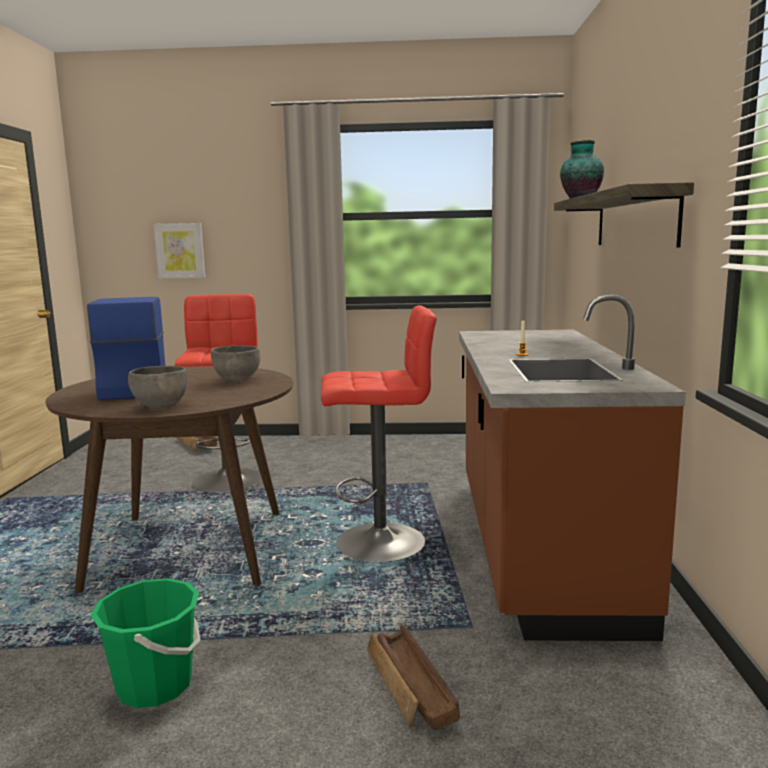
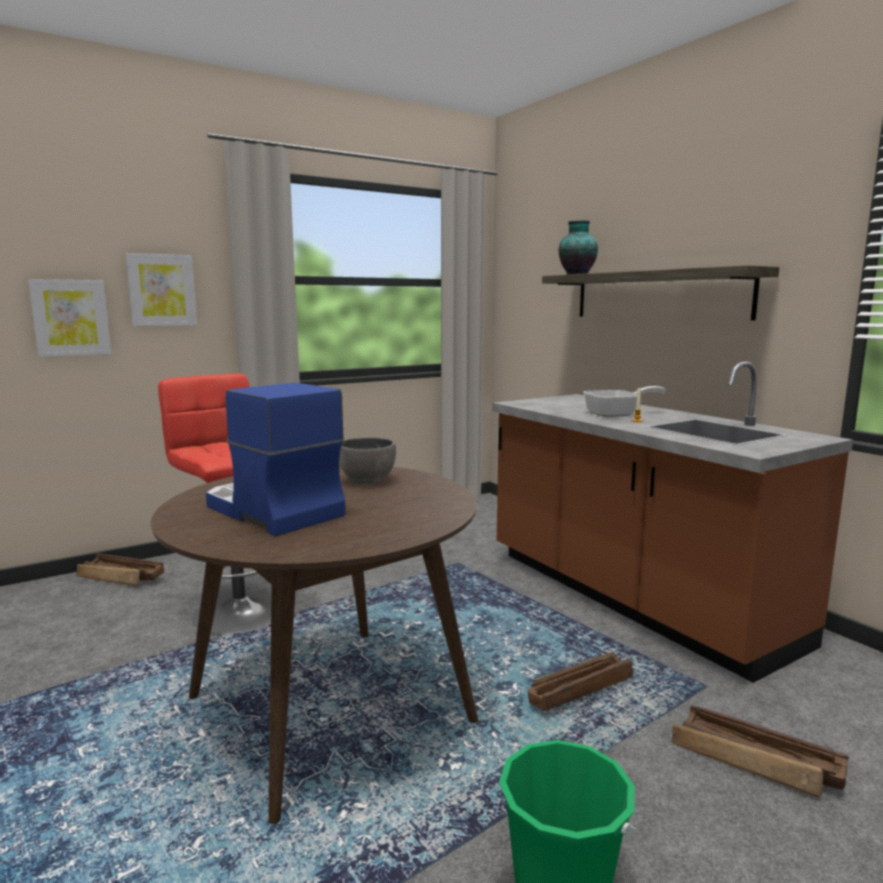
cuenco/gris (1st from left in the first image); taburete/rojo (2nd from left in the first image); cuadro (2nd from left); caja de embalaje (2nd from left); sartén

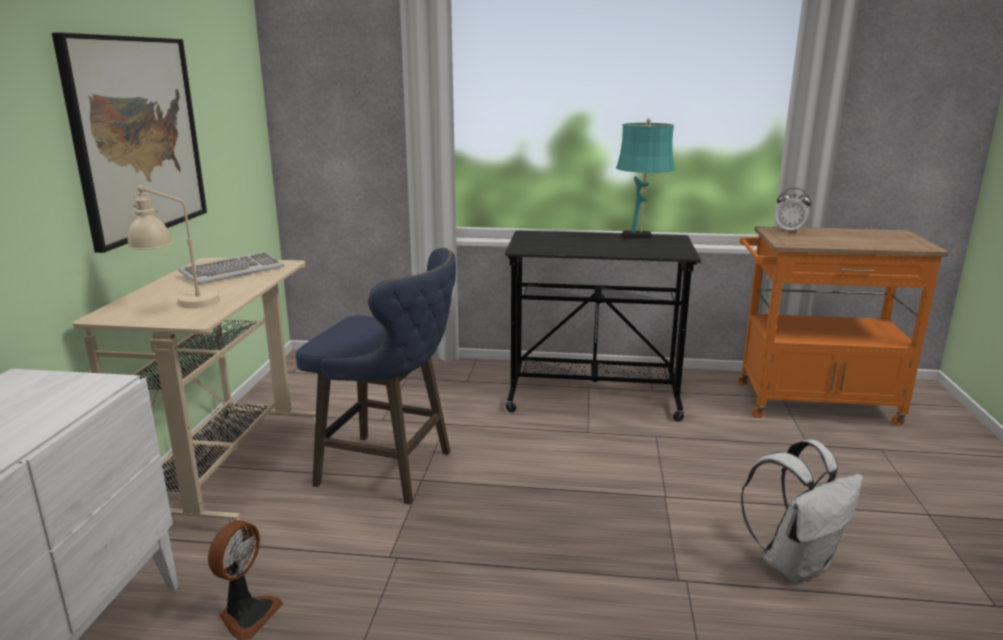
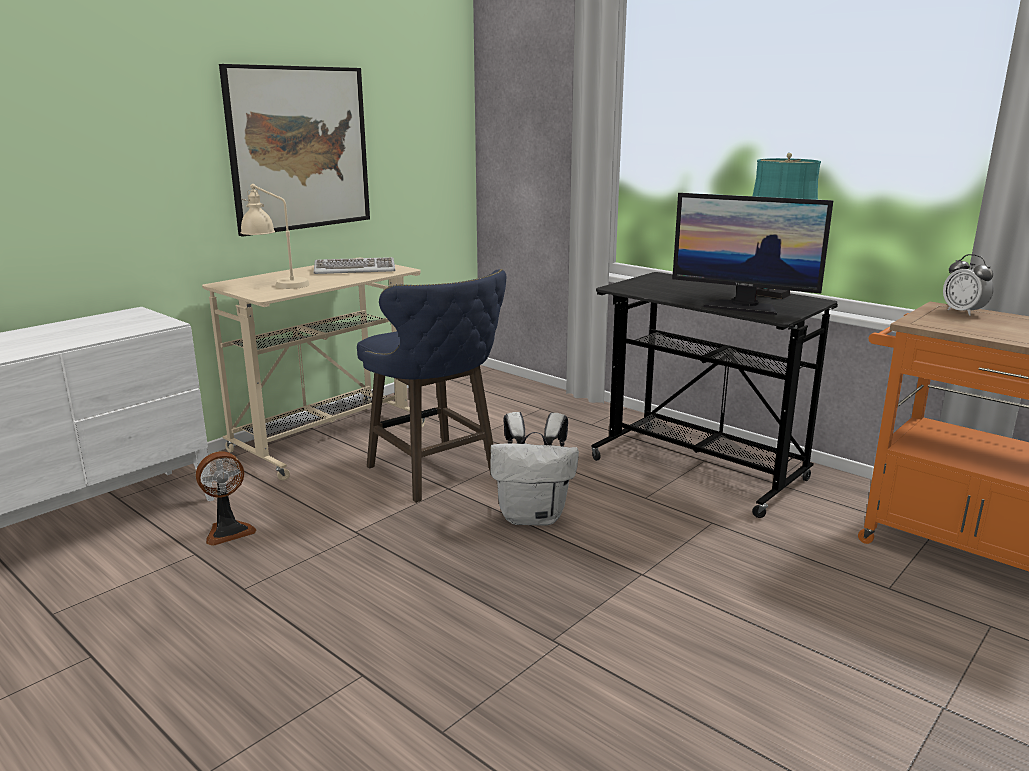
monitor; mochila/blanco

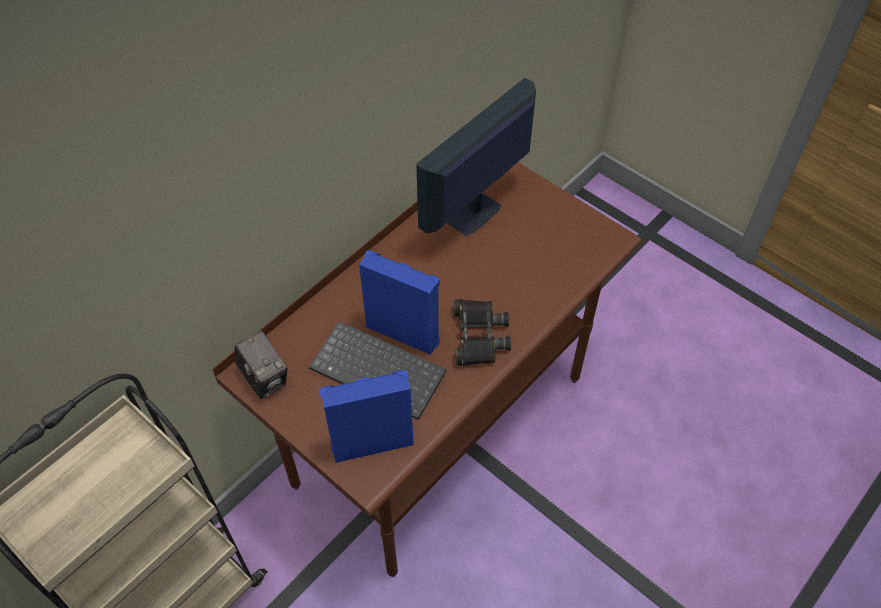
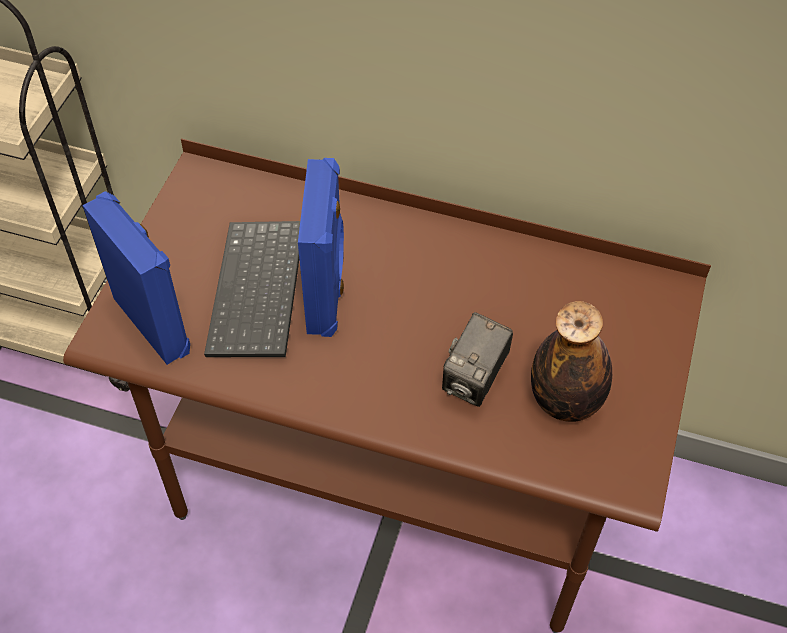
monitor; prismáticos/negro; botella; cámara

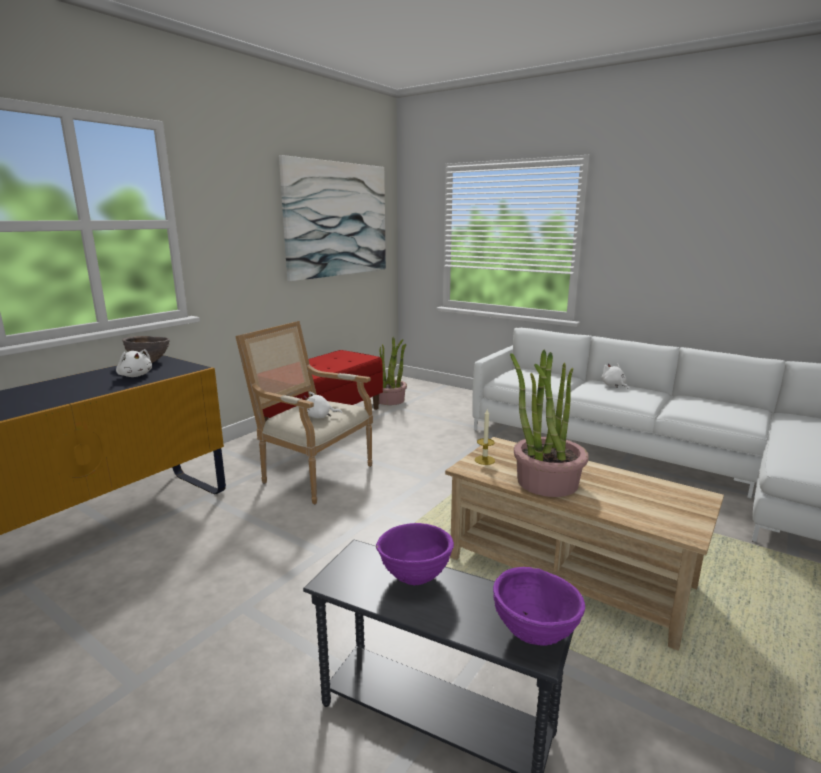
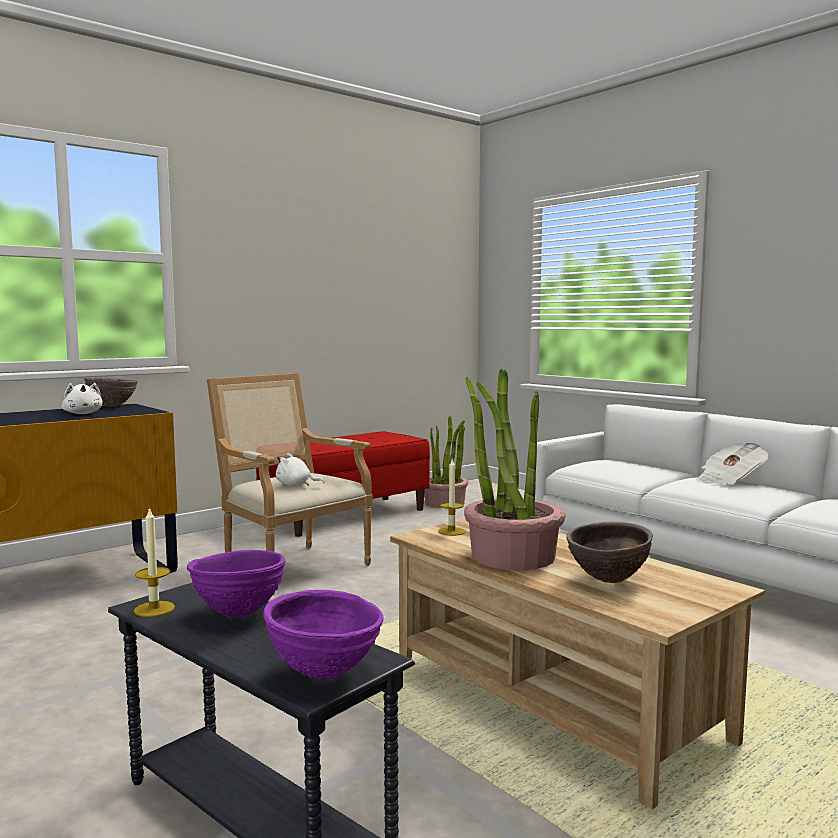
cuadro; vela (1st from left); cuenco/marrón (2nd from left); periódico

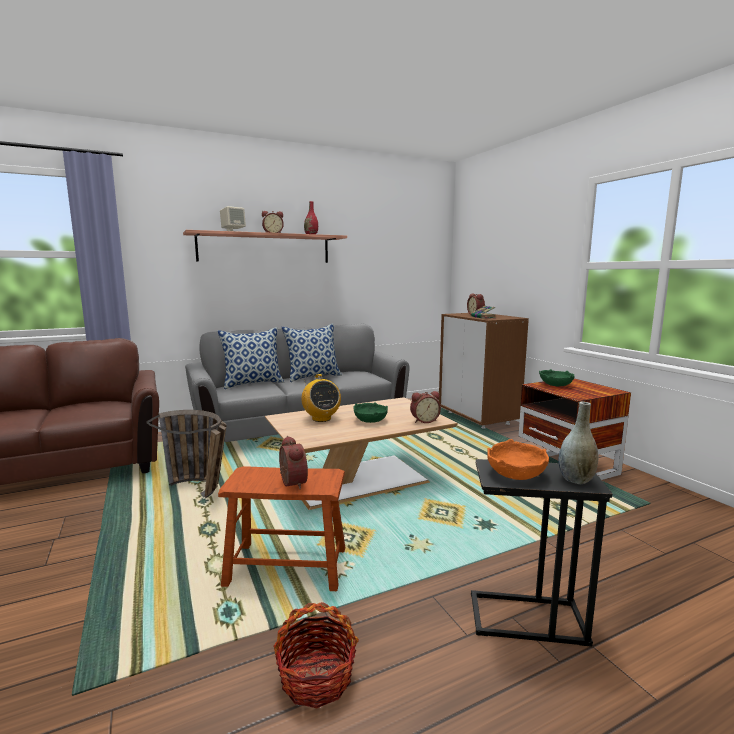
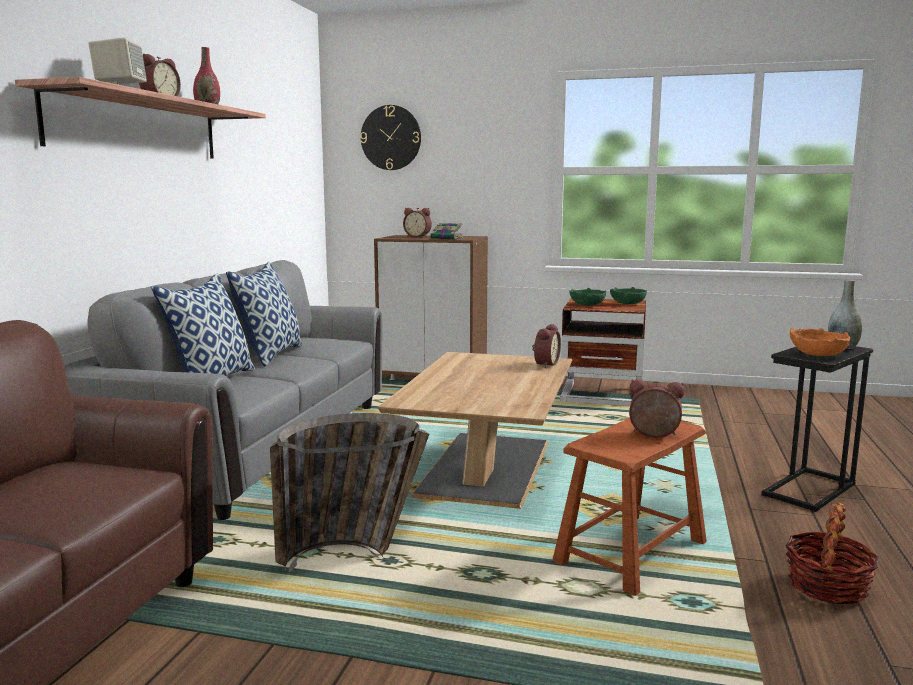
radio; reloj de pared; cuenco/verde (2nd from left)

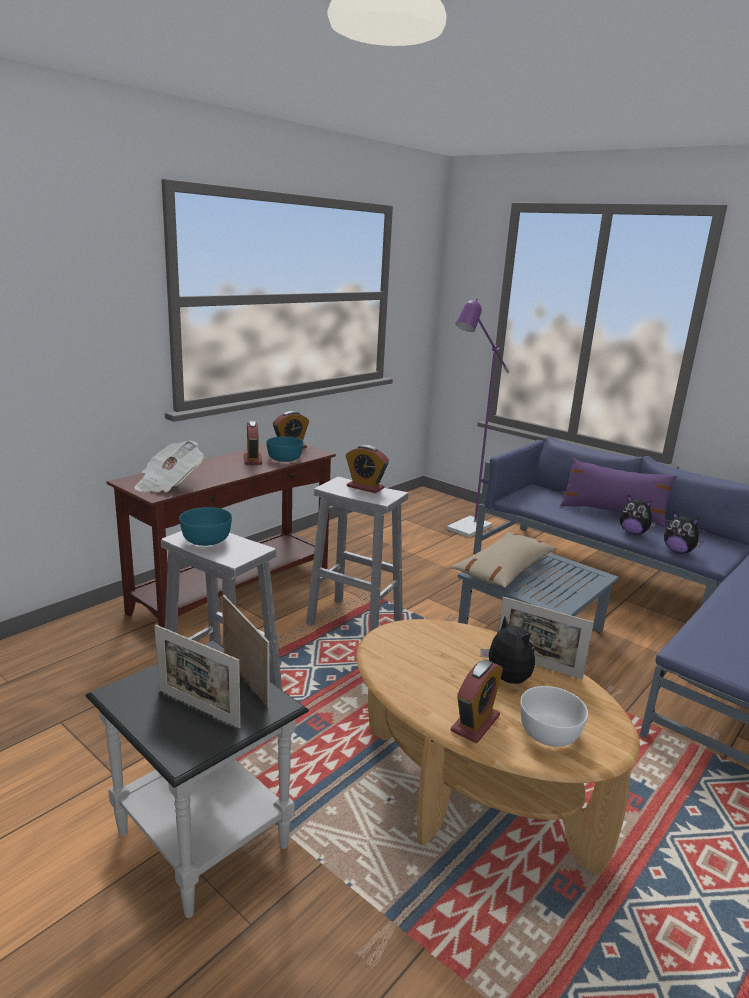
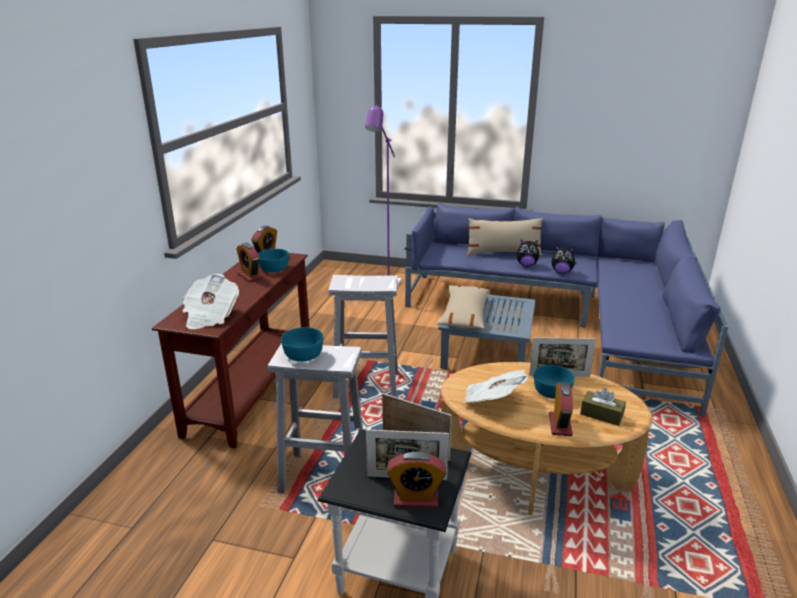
periódico (2nd from left); despertador (3rd from left); cuenco/turquesa (3rd from left); caja de pañuelos/marrón; cojín/beis (2nd from left)

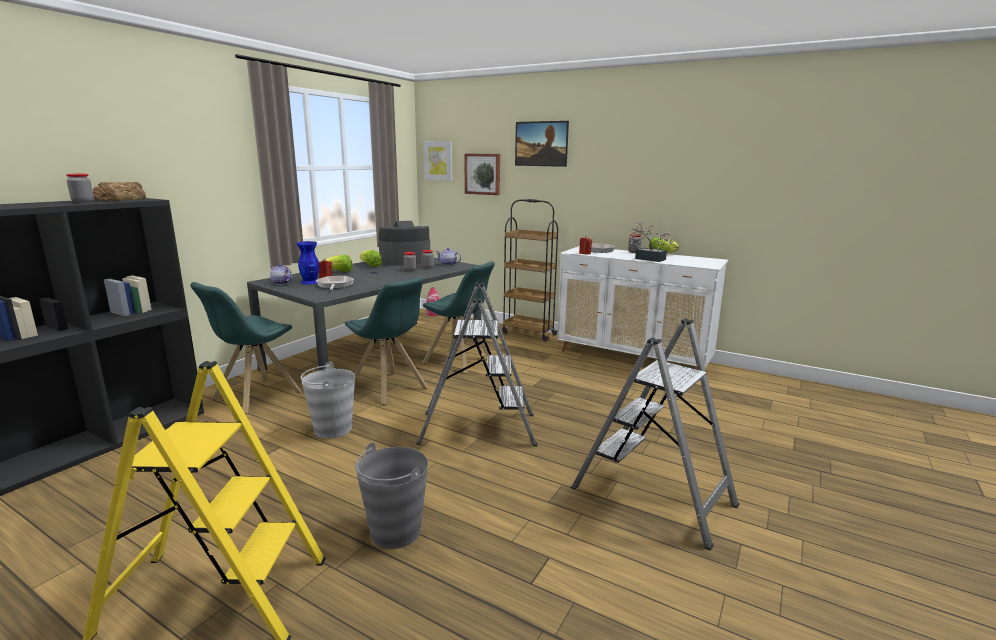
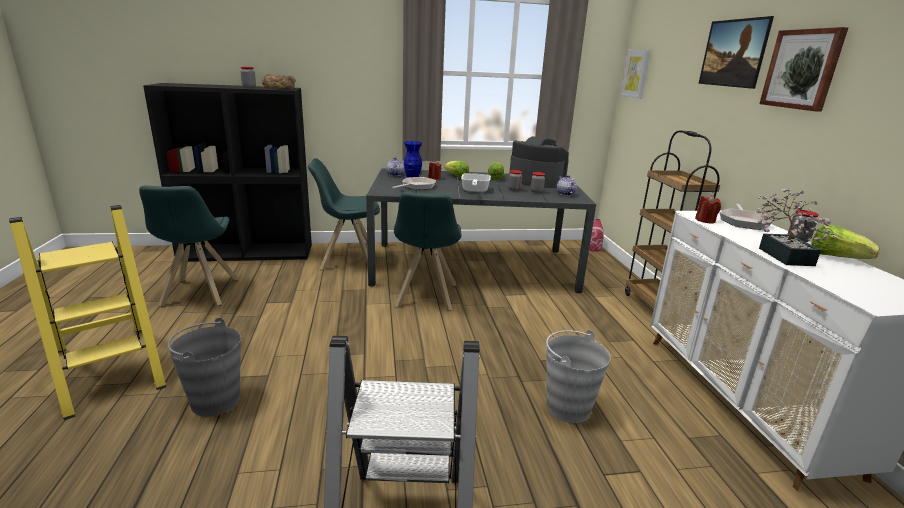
escalera de tijera/gris (1st from left in the first image); sartén (2nd from left); cubo/gris (2nd from left); silla/turquesa (1st from left); cuadro (3rd from left)

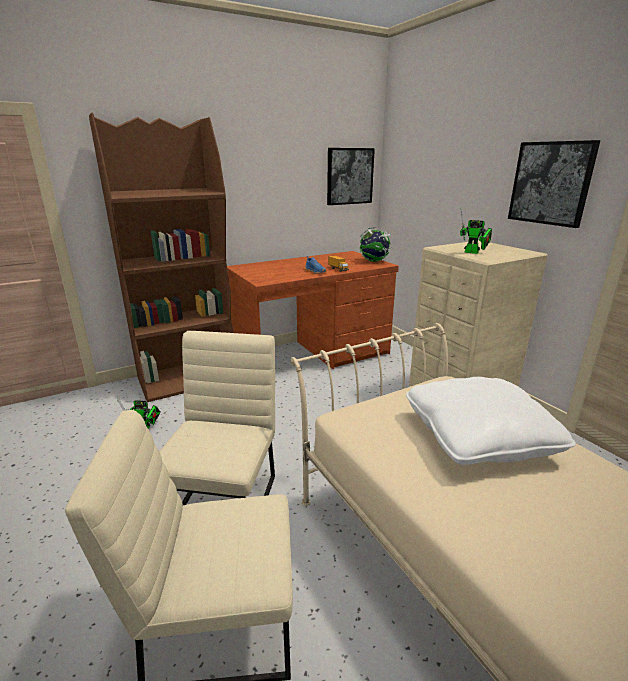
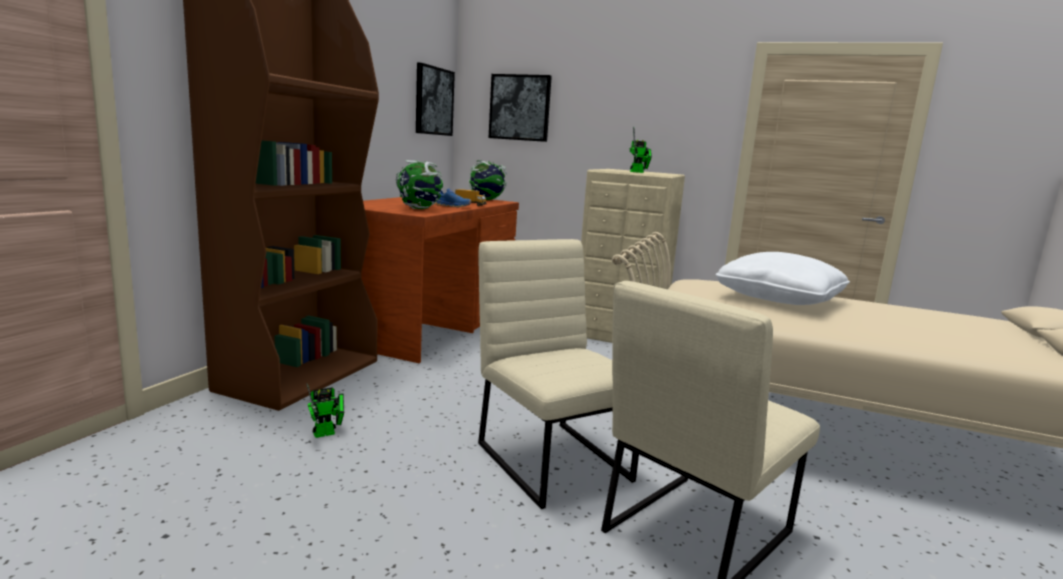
globo terráqueo (1st from left); cuadro (2nd from left)

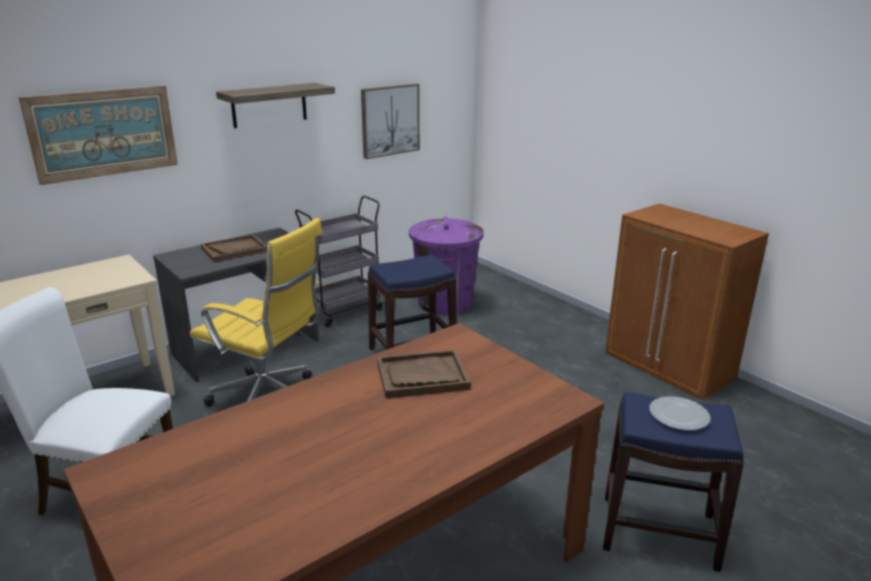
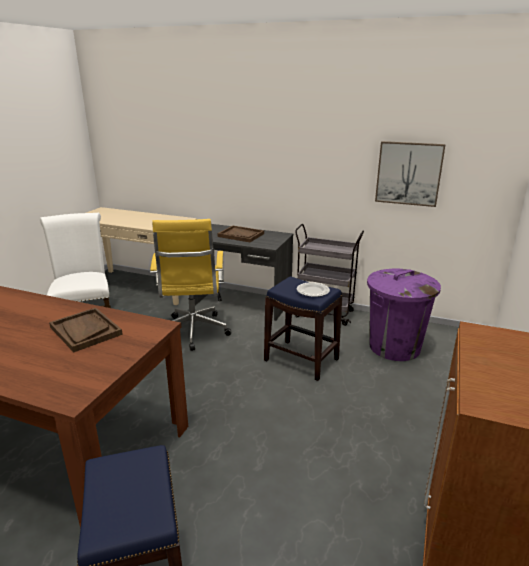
cuadro (1st from left in the first image); estante; plato

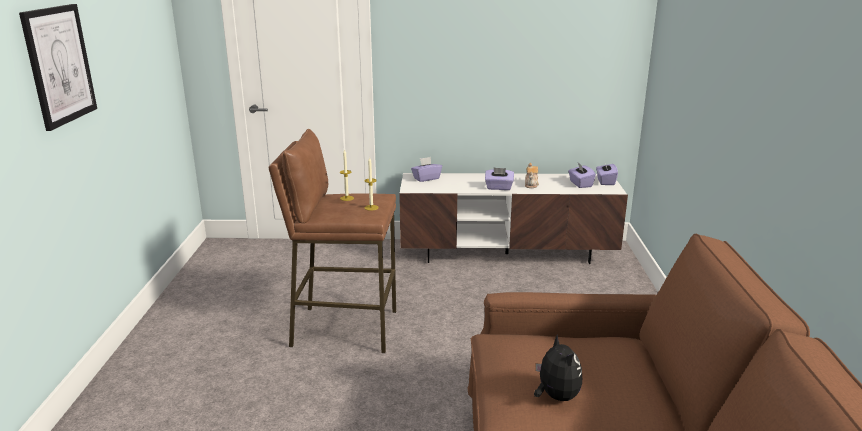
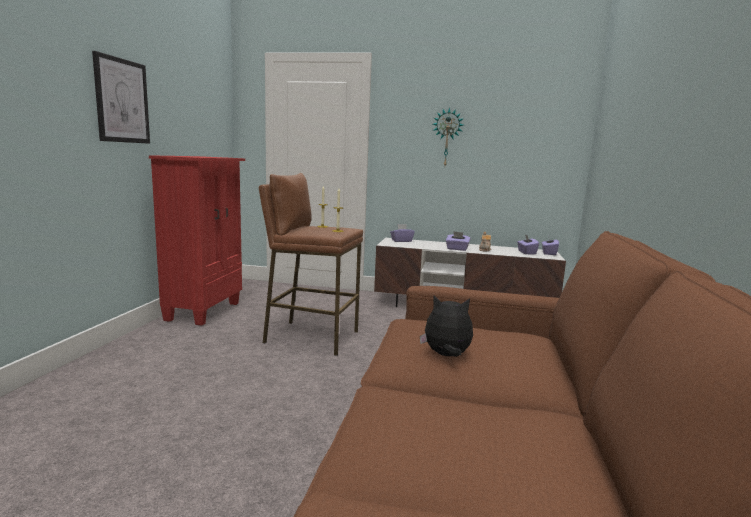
armario/rojo; reloj de pared; peluche

